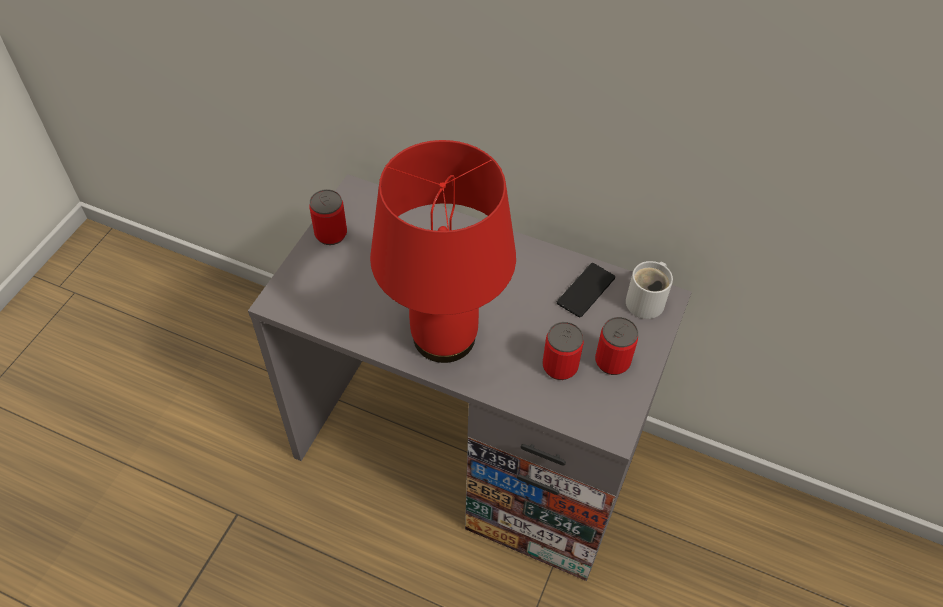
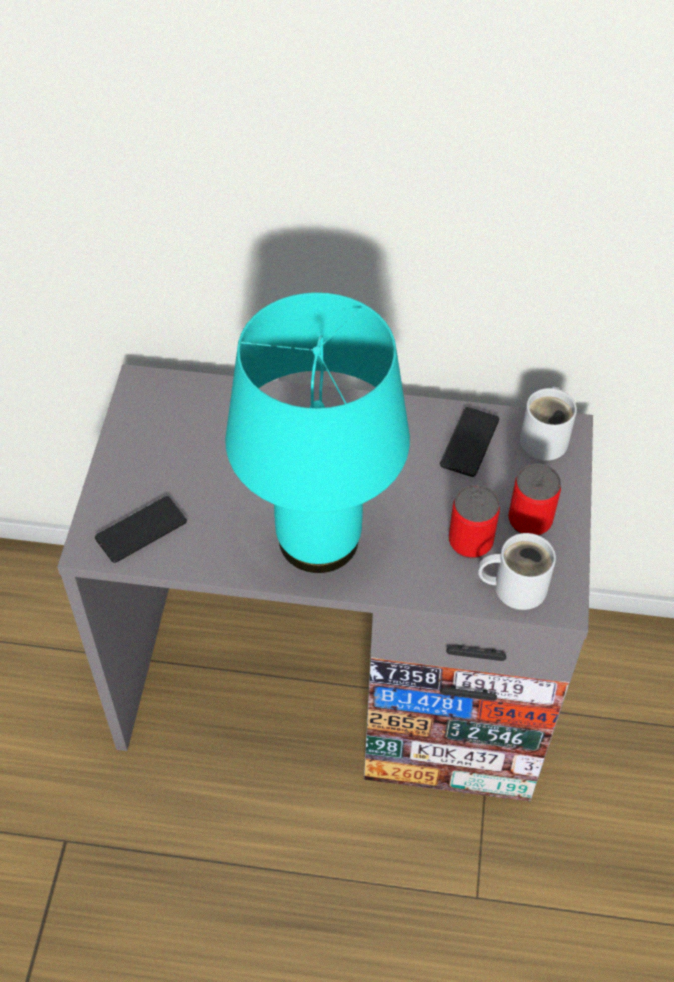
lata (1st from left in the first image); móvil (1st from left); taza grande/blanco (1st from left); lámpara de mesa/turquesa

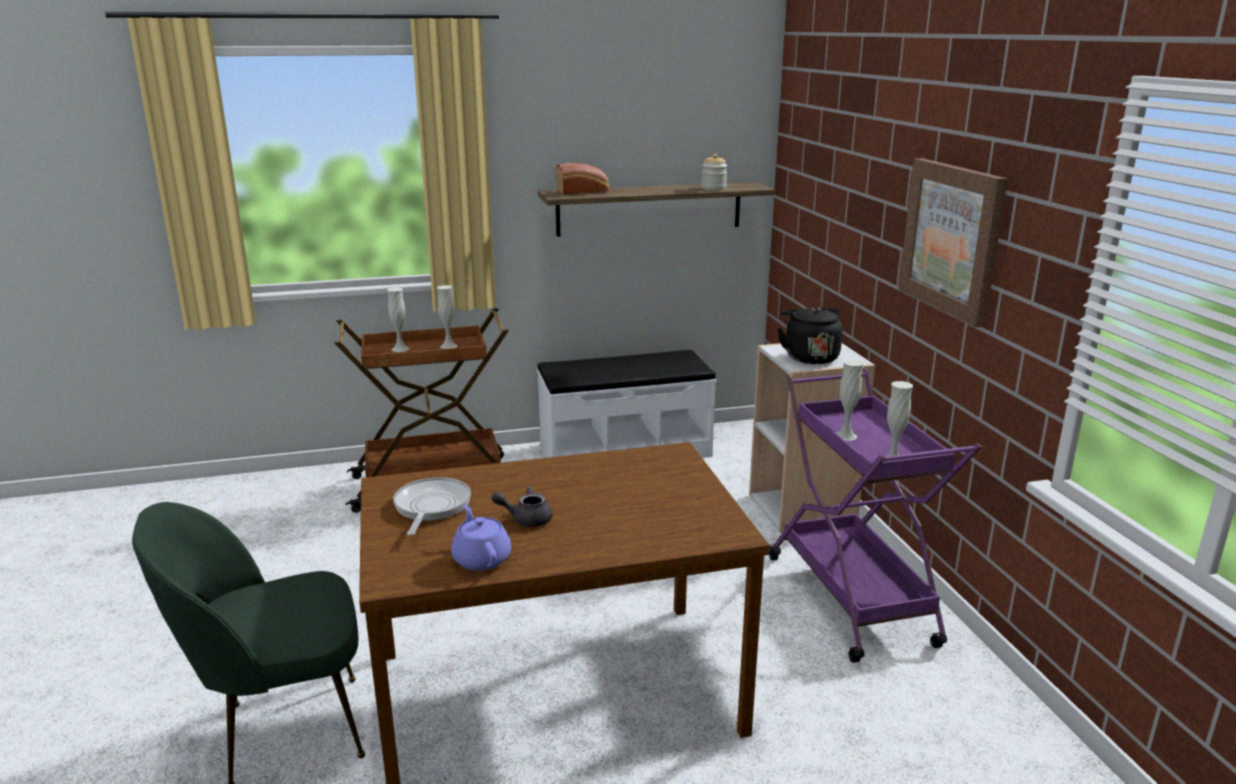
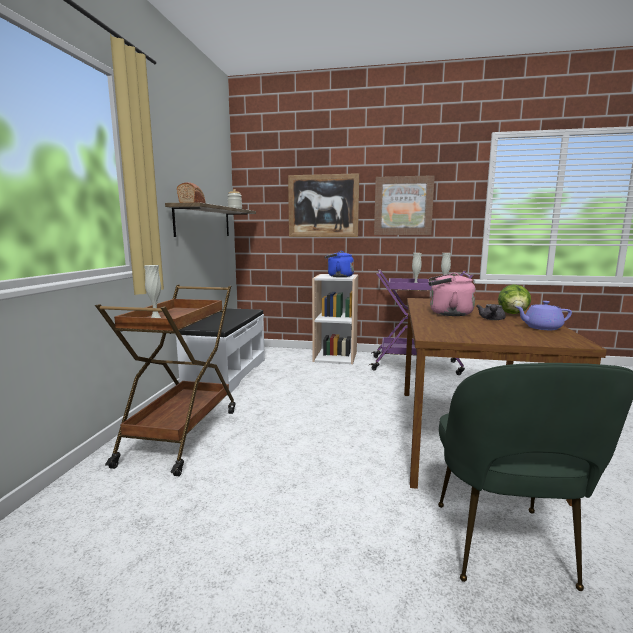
sartén; florero/blanco (2nd from left in the first image); cuadro (1st from left); hervidor/rosa; lechuga; hervidor/azul

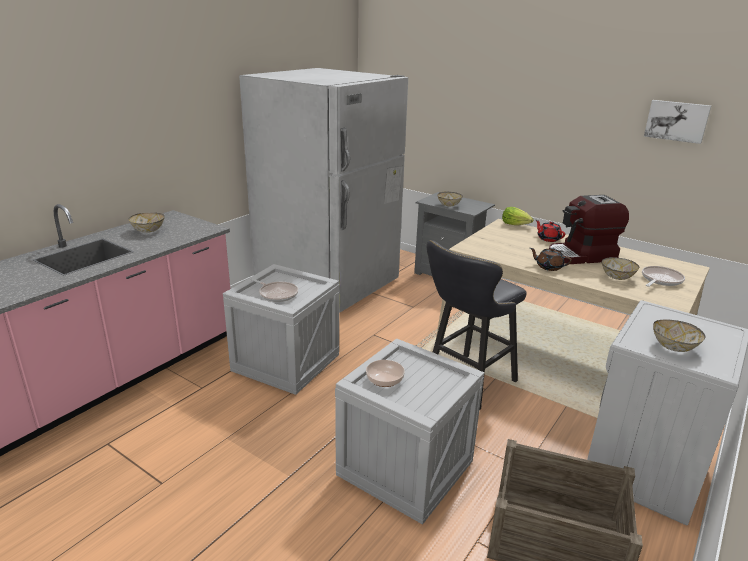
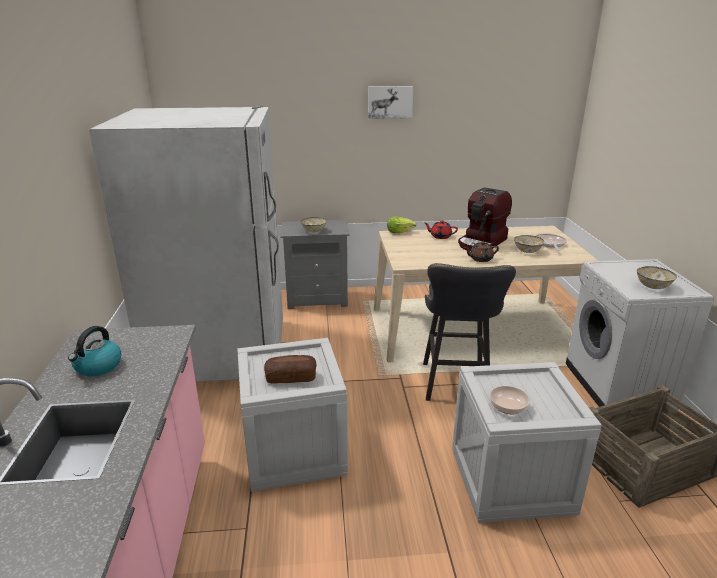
cuadro; hervidor; pan

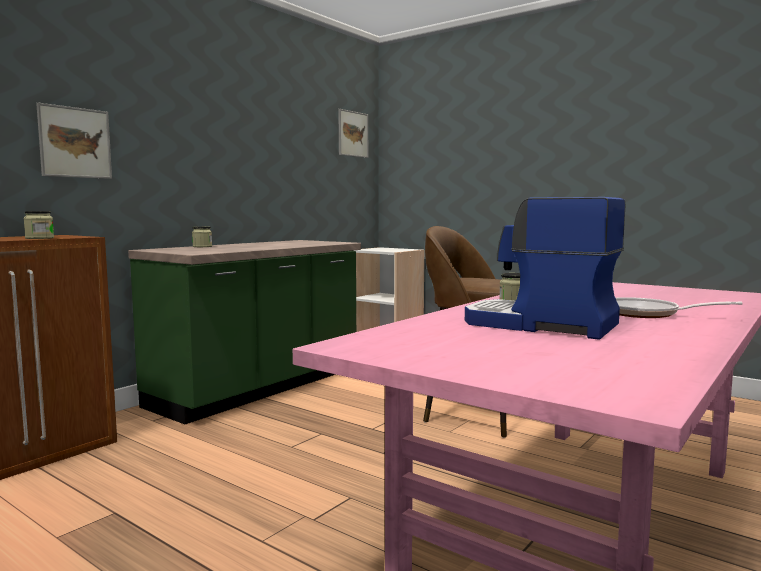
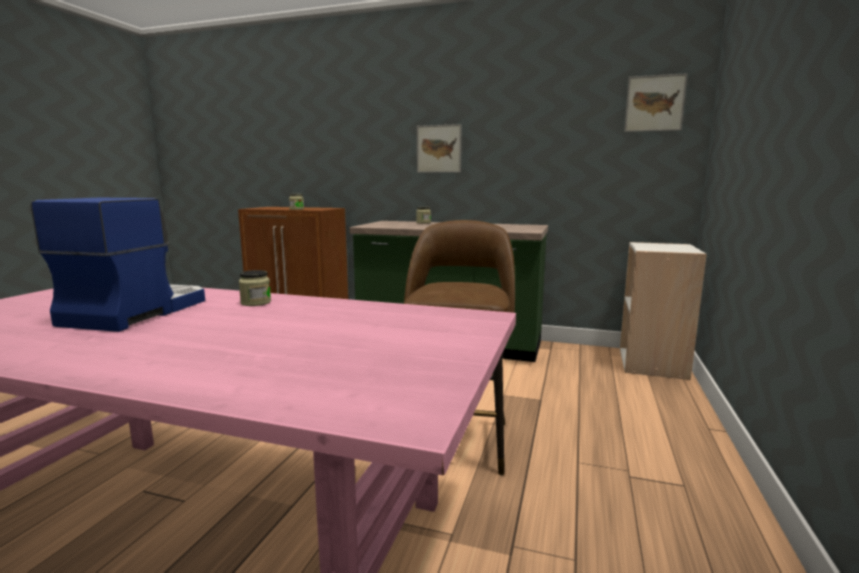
sartén; cuadro (1st from left)

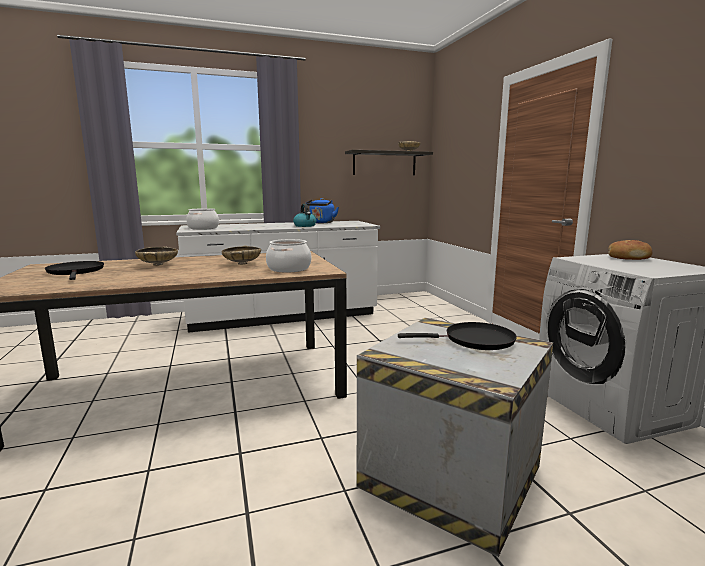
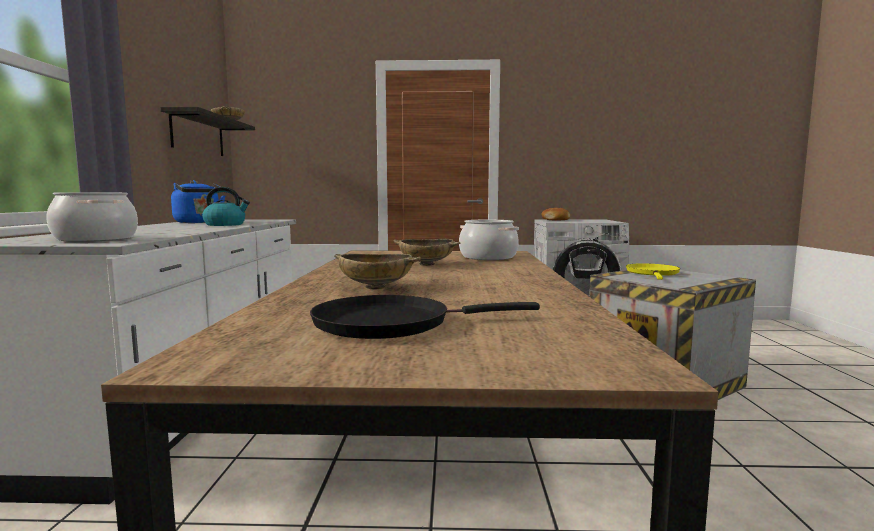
sartén/amarillo

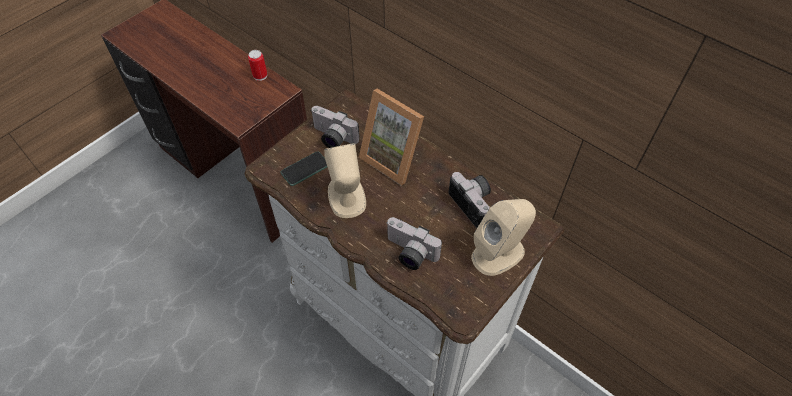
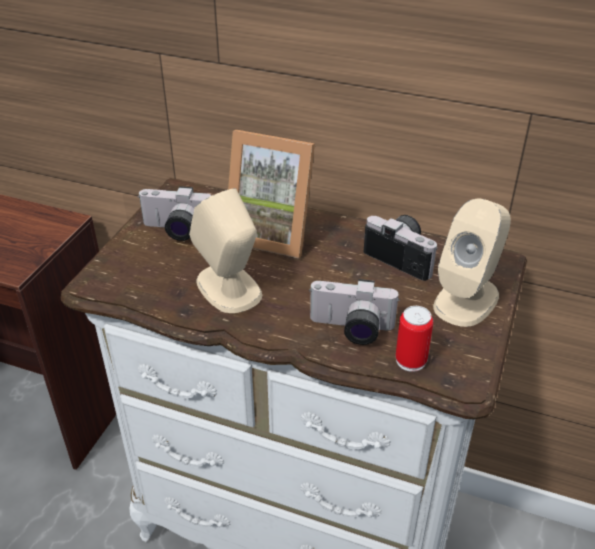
móvil; lata

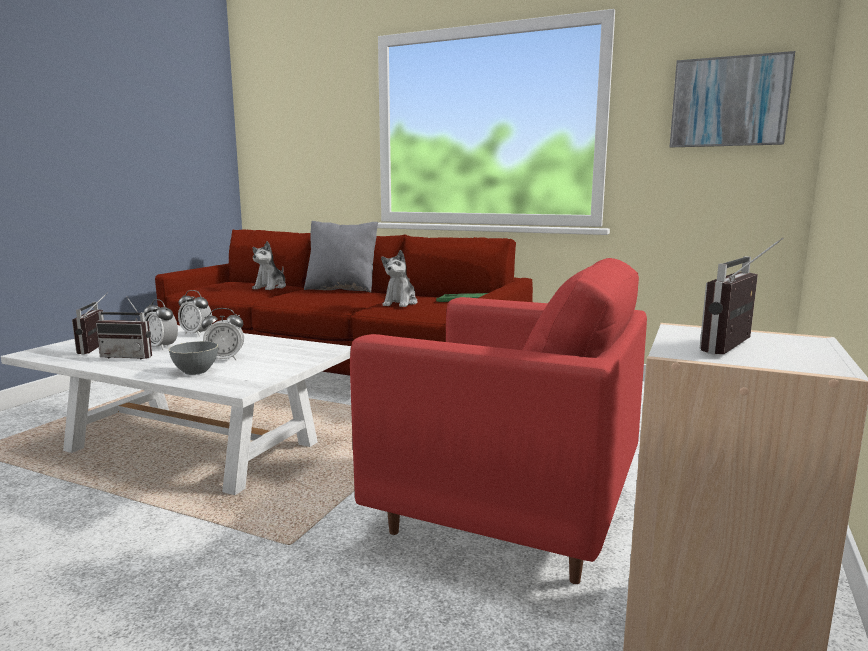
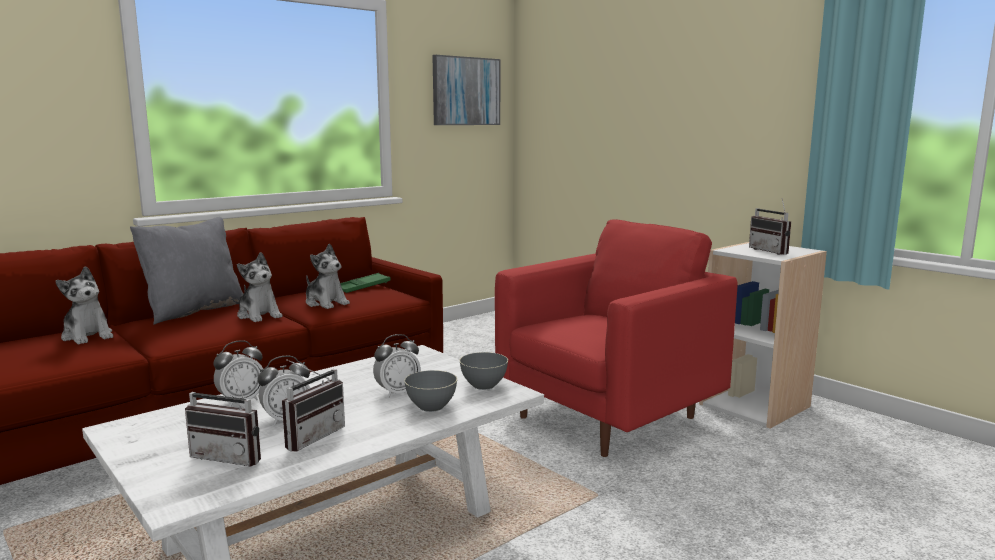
peluche (2nd from left); cuenco/gris (2nd from left); despertador (3rd from left)

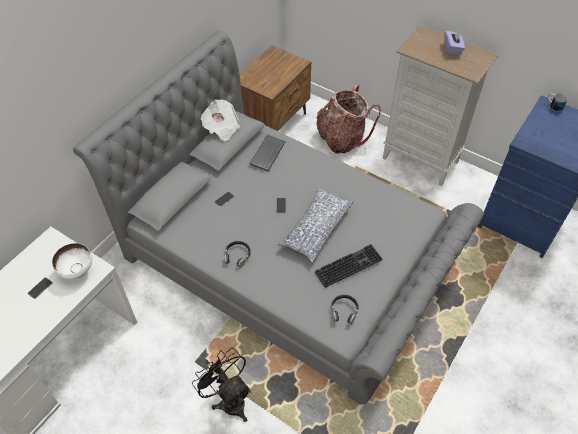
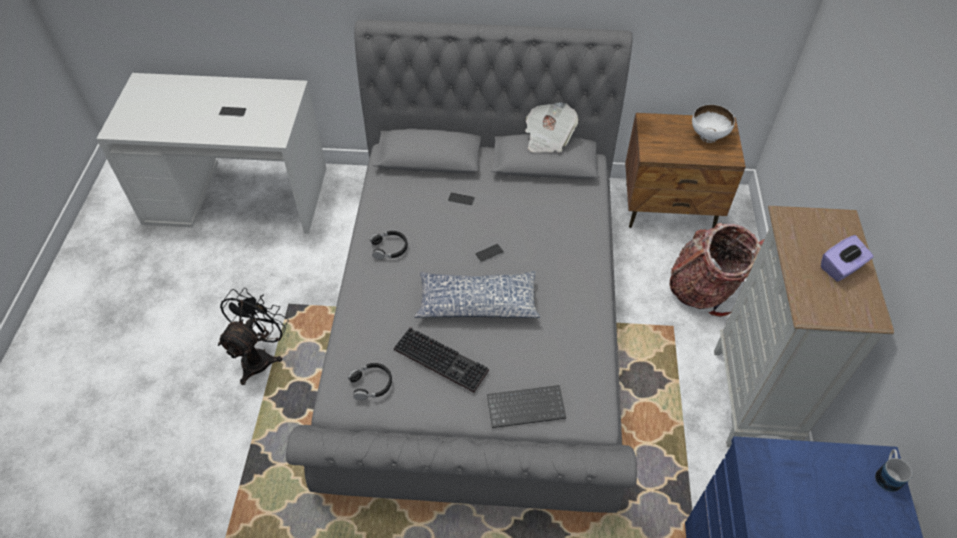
cuenco/blanco; teclado (2nd from left)

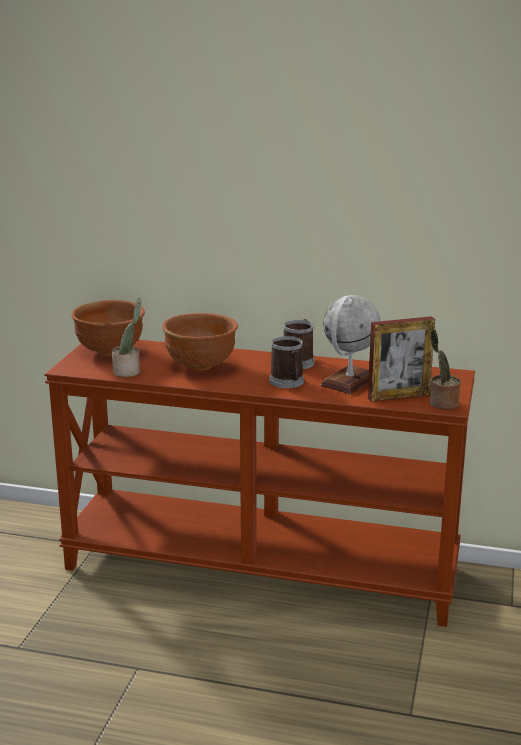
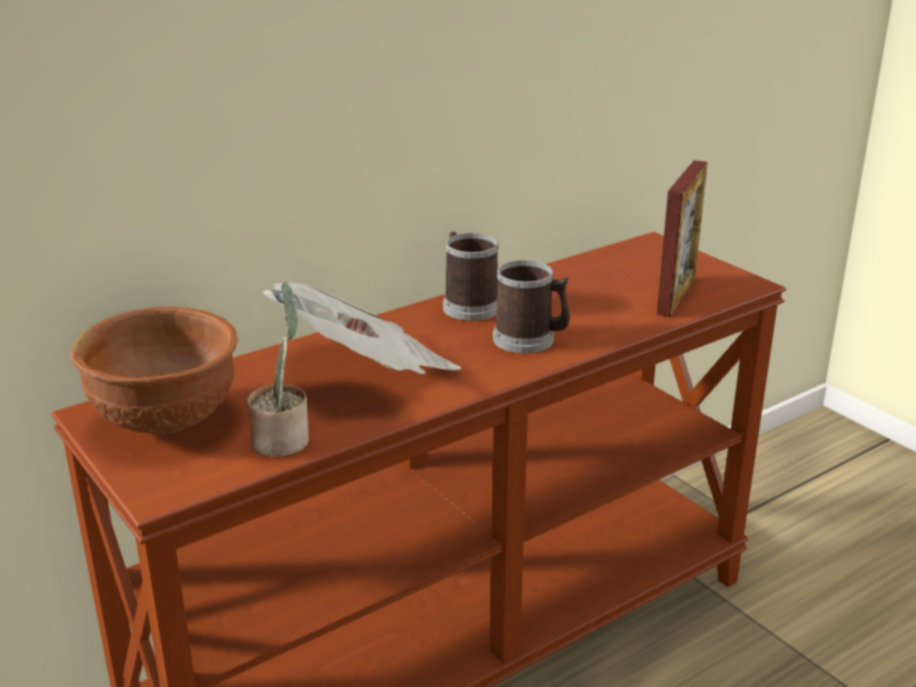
globo terráqueo; planta en maceta (2nd from left in the first image); periódico

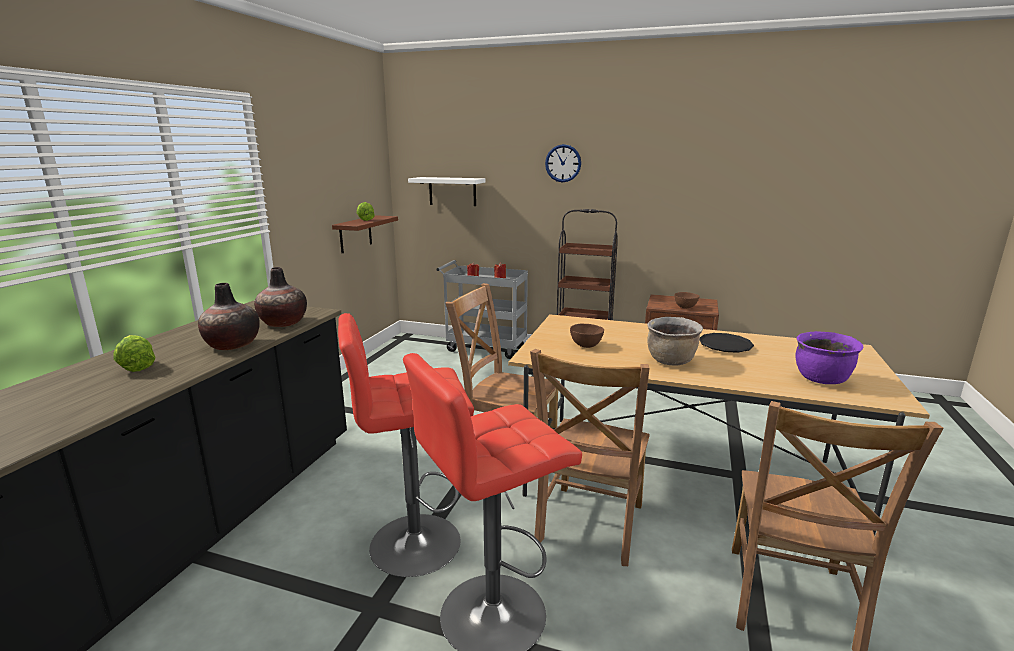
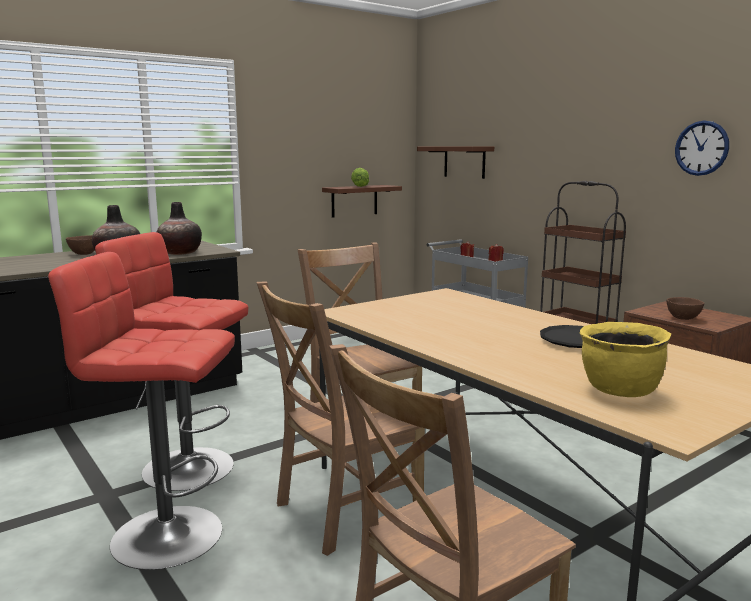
lechuga (1st from left in the first image); olla/marrón; reloj de pared; cuenco/marrón (1st from left); estante/marrón (2nd from left); olla/amarillo

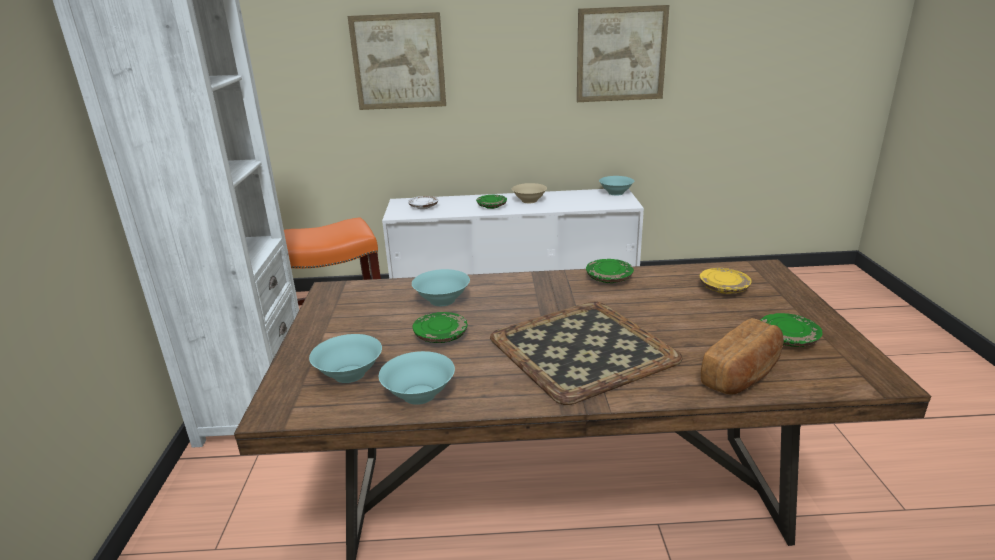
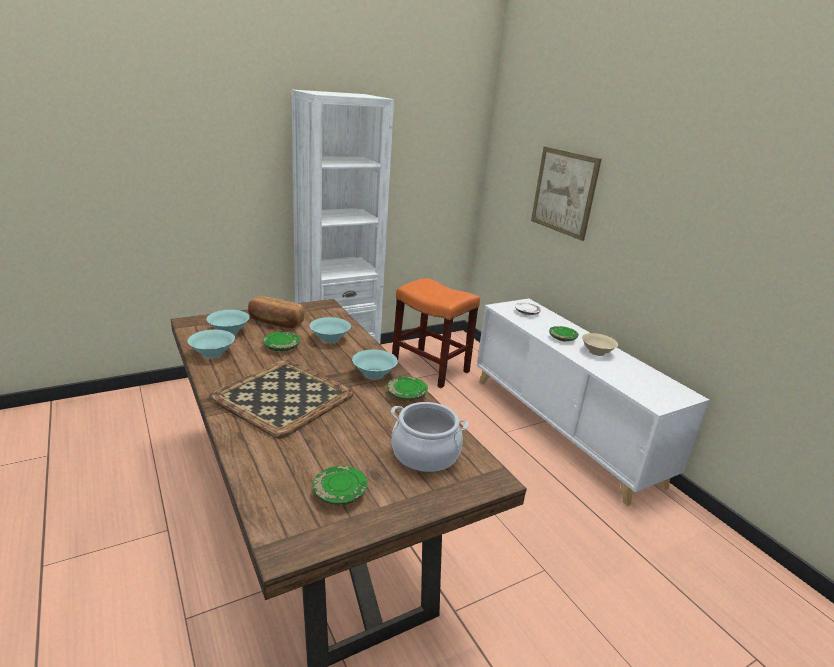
cuadro (2nd from left in the first image); cuenco/turquesa (4th from left); pan; olla

